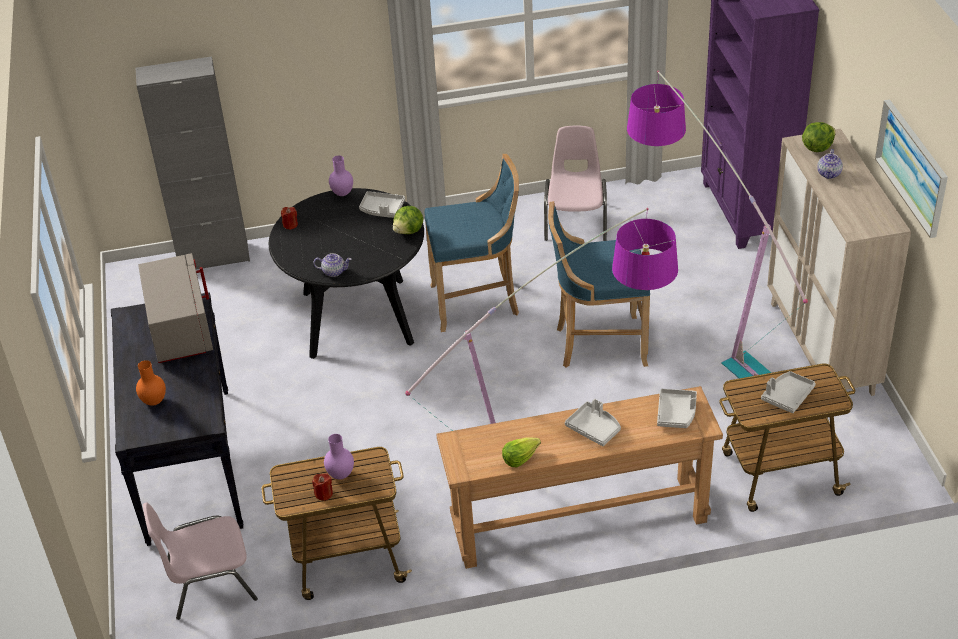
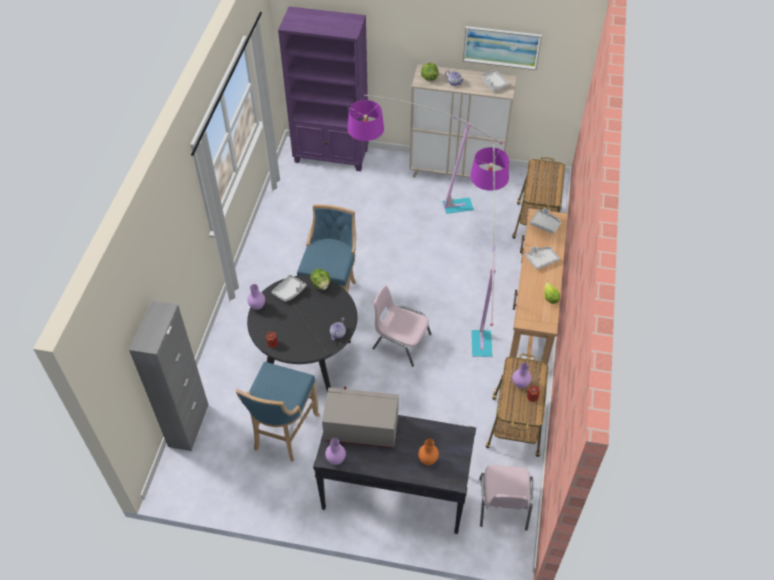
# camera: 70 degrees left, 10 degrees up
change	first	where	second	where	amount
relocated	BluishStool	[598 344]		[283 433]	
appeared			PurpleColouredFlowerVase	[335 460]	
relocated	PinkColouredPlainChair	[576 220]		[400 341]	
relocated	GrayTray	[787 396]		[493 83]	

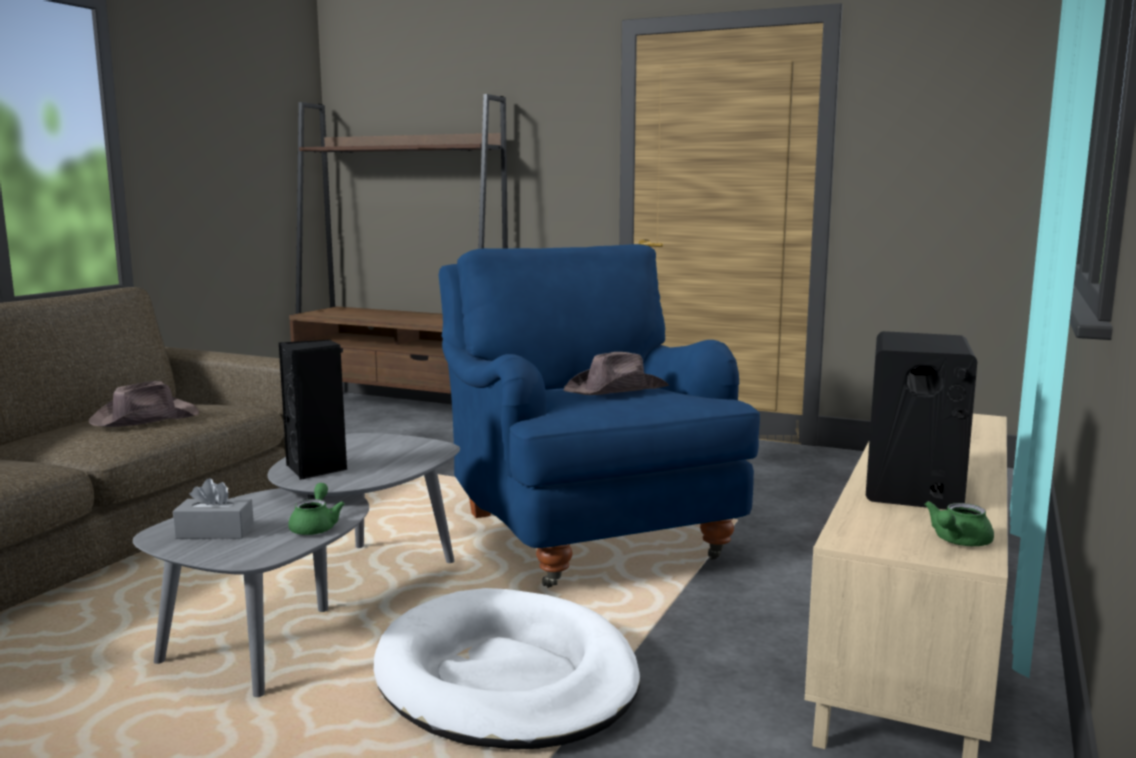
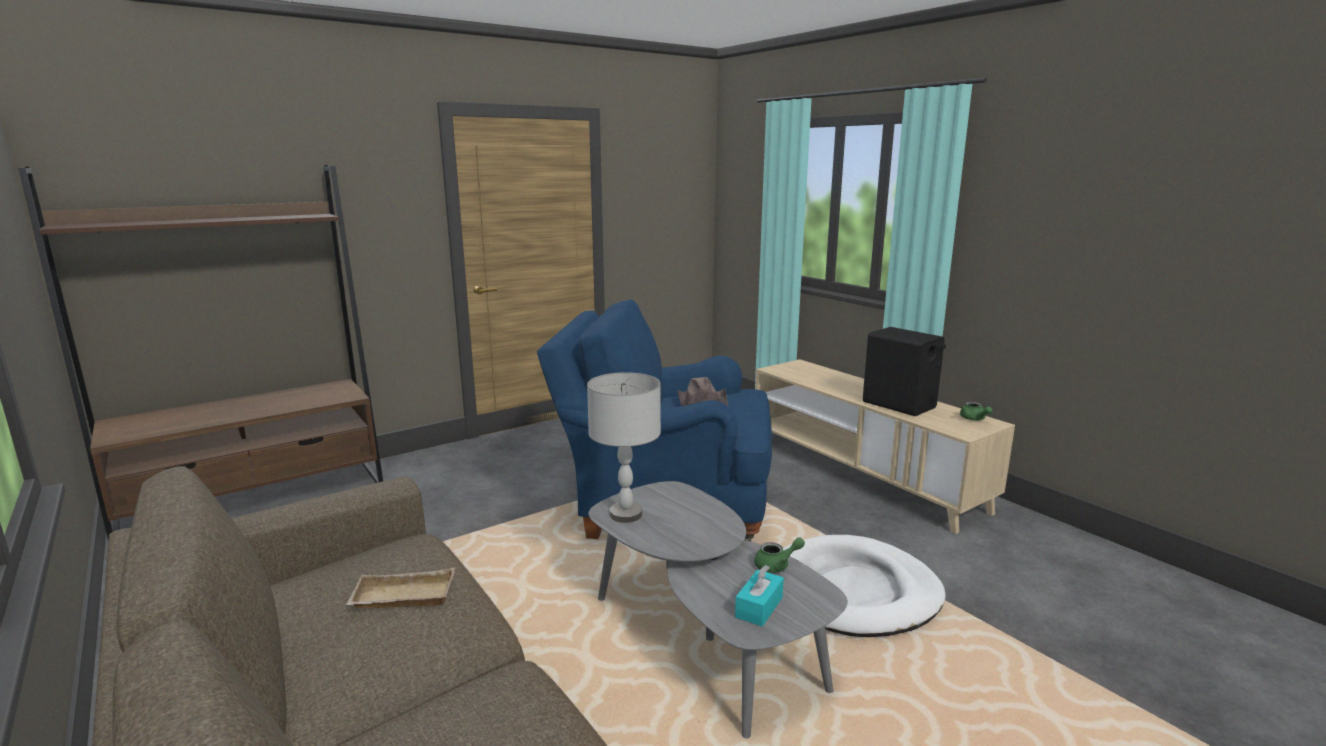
# camera: 60 degrees left, 5 degrees up
change	first	where	second	where	amount
exchanged	BrownColouredClothingHat	[143 418]	BeigeTray	[401 598]	
appeared			GrayTabletopLamp	[626 515]	
colour	GrayTissueBox	[215 532]	TurquoiseTissueBox	[759 607]	
spun	GreenTeaPot	[315 526]		[777 565]	135 degrees clockwise
missing	BlackColouredAudioSpeaker	[317 469]			

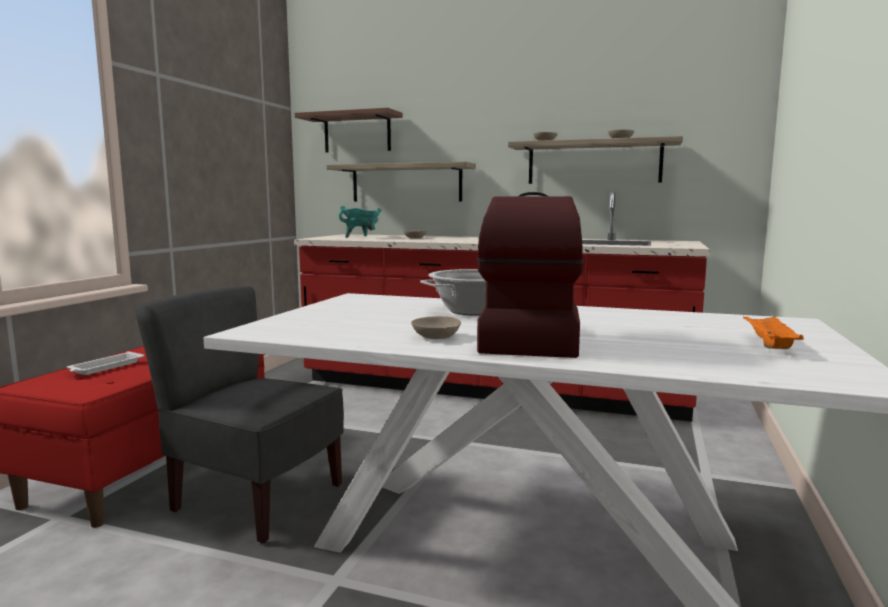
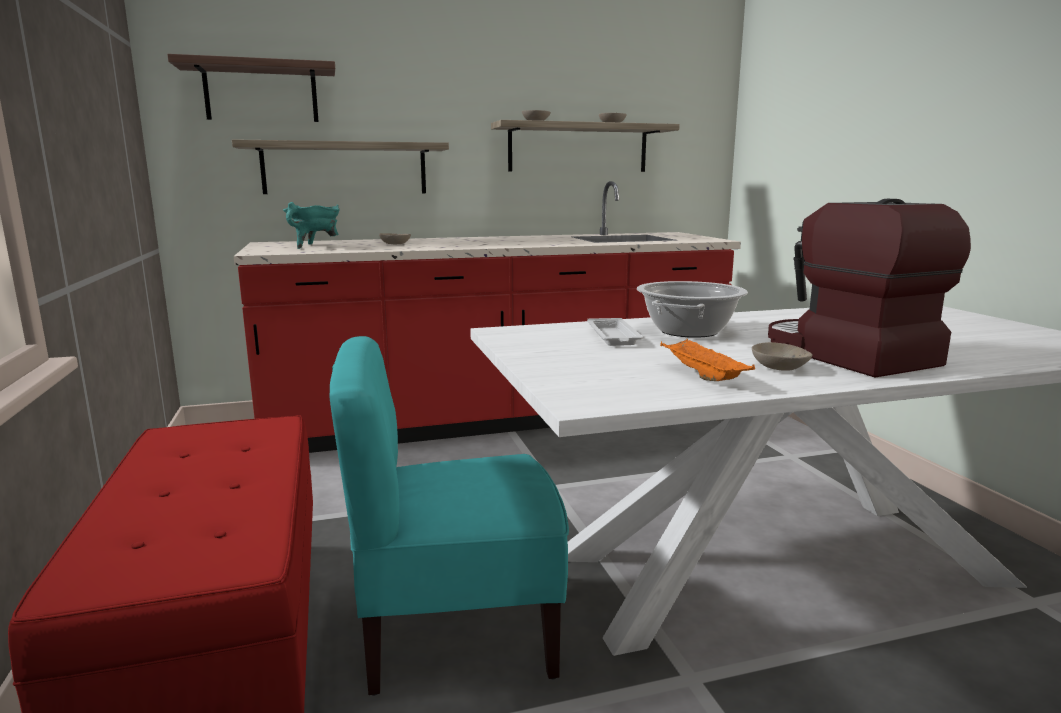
# camera: 35 degrees left, 5 degrees up
change	first	where	second	where	amount
colour	GrayPlainChair	[256 499]	TurquoisePlainChair	[456 632]	
relocated	WhiteTray	[105 367]		[613 337]	
relocated	OrangeColouredTray	[768 345]		[701 375]	

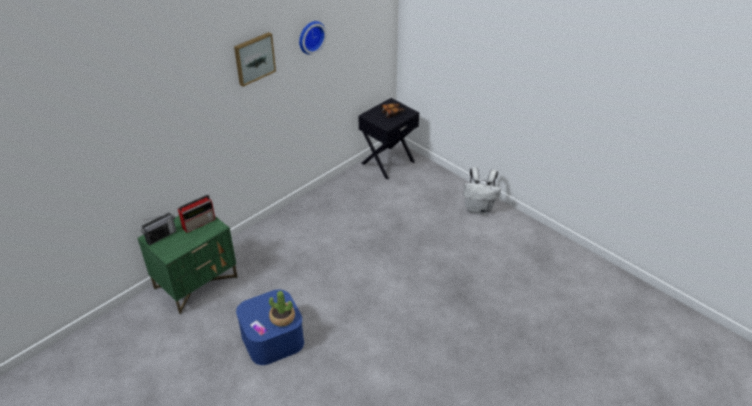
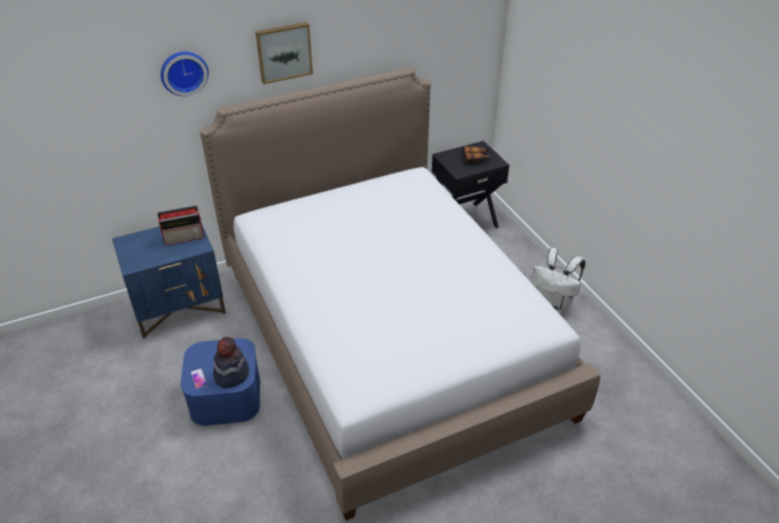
# camera: 20 degrees right, 0 degrees up
change	first	where	second	where	amount
colour	GreenBedsideTable	[196 282]	BluishBedsideTable	[179 307]	
relocated	WallClock	[310 36]		[183 72]	
appeared			SleepingBed	[389 340]	
exchanged	PottedPlant	[282 318]	ClothingHat	[231 374]	
missing	RadioSet	[161 236]			

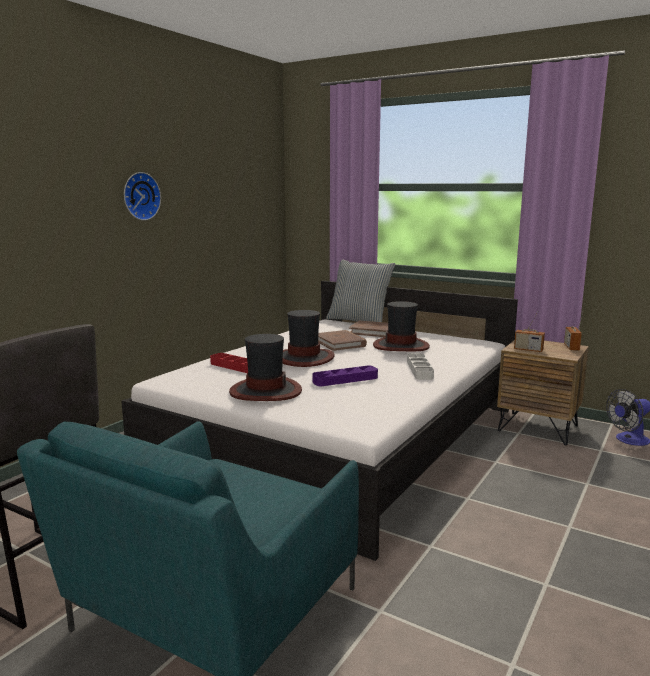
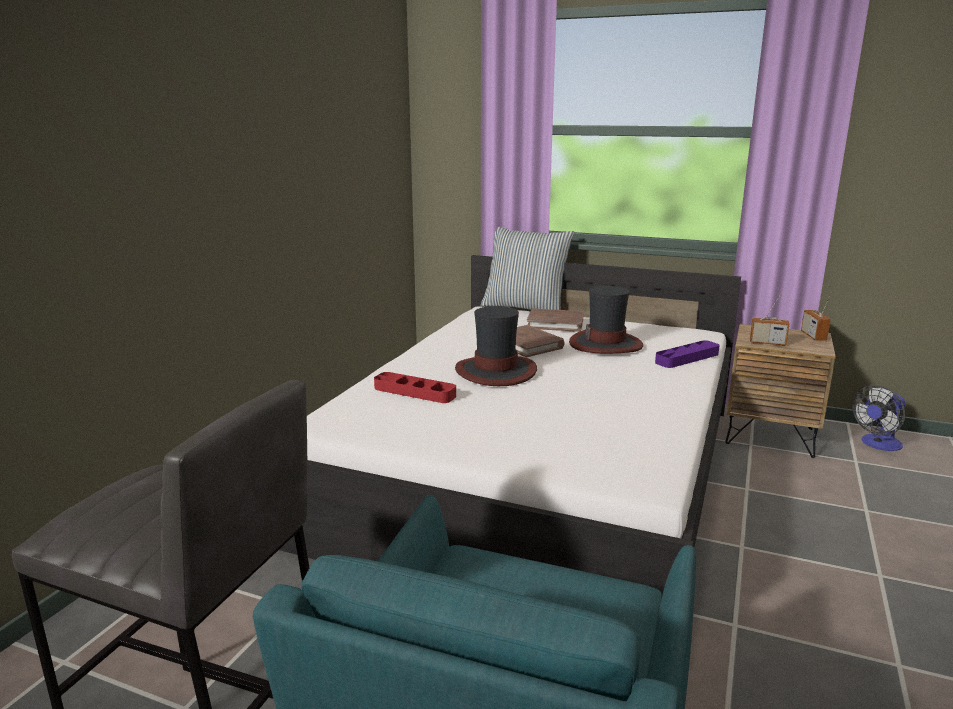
# camera: 10 degrees left, 5 degrees up
change	first	where	second	where	amount
relocated	PurpleColouredTray	[345 379]		[687 358]	
missing	WallClock	[140 196]			
missing	ClothingHat	[265 391]			
missing	WhiteTray	[419 369]			

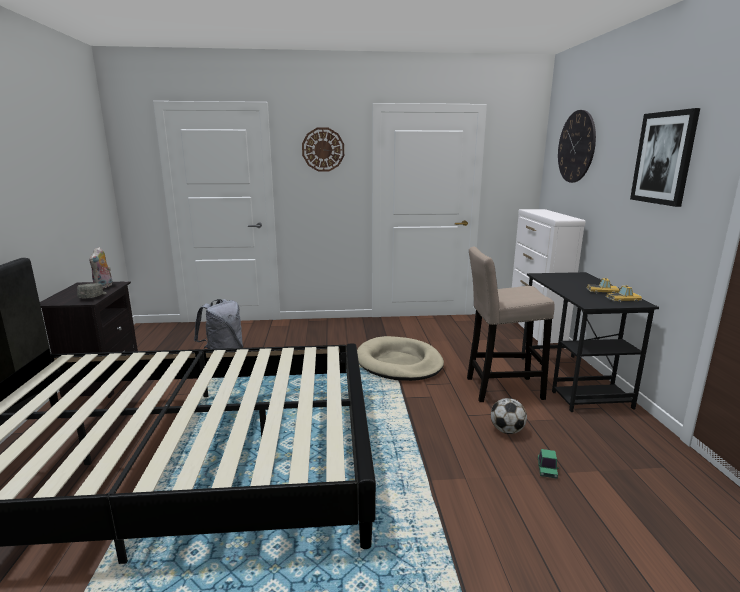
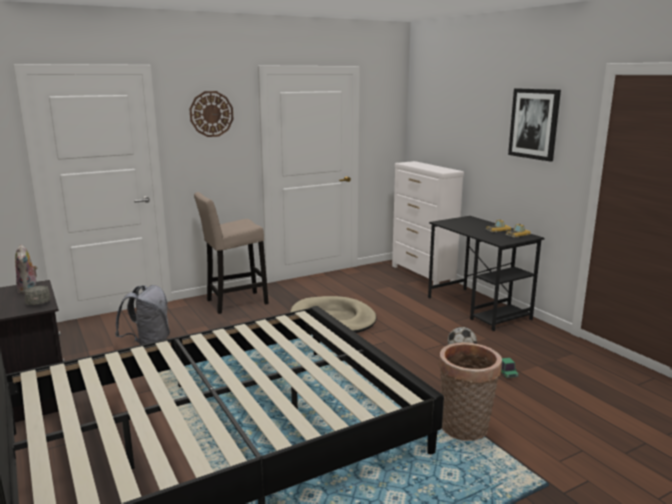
# camera: 25 degrees left, 0 degrees up
change	first	where	second	where	amount
relocated	BeigeStool	[499 389]		[234 303]	
appeared			StorageBasket	[464 430]	
missing	WallClock	[576 147]			

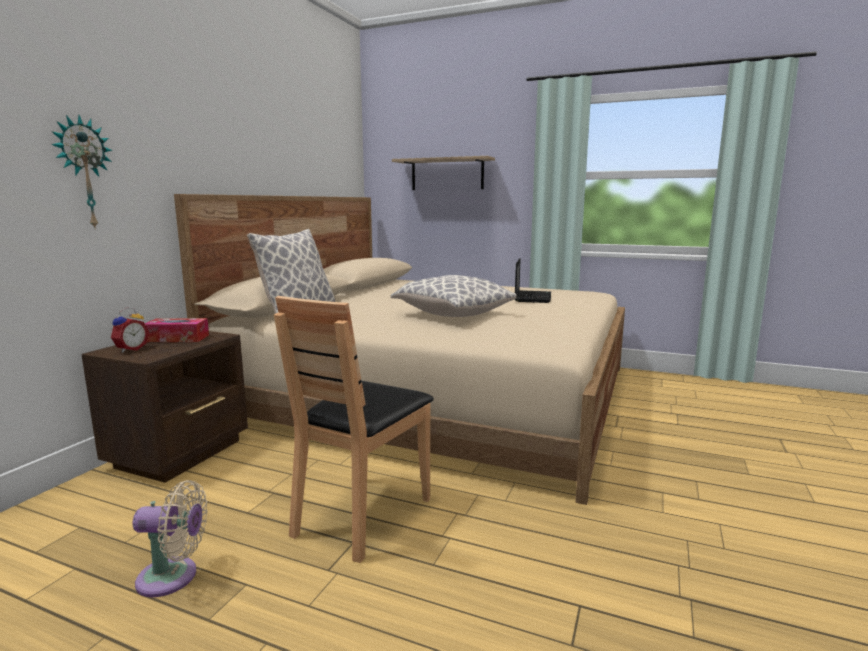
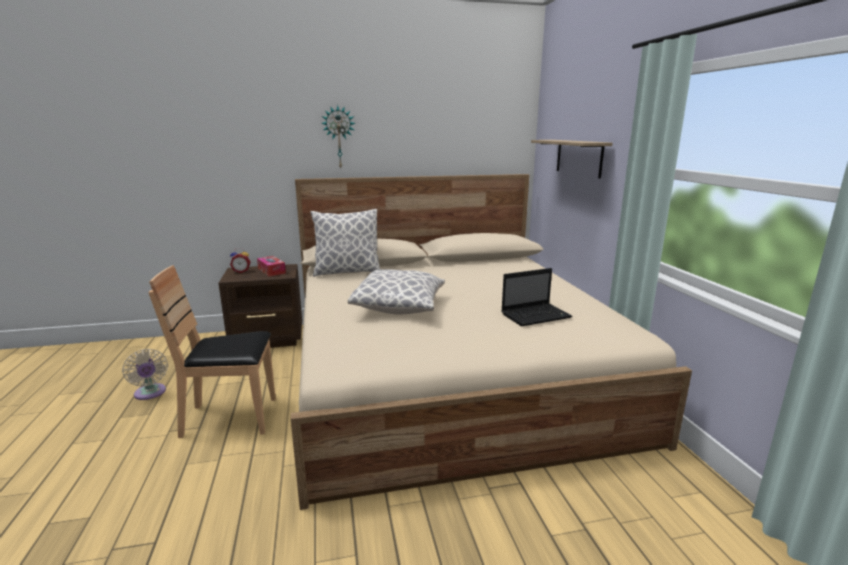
# camera: 55 degrees right, 5 degrees up
change	first	where	second	where	amount
relocated	WallClock	[83 173]		[339 137]	

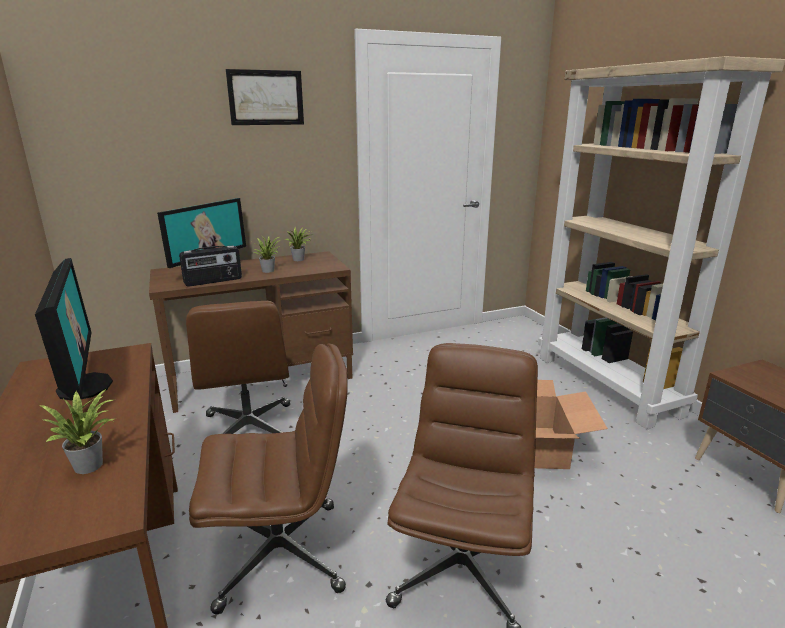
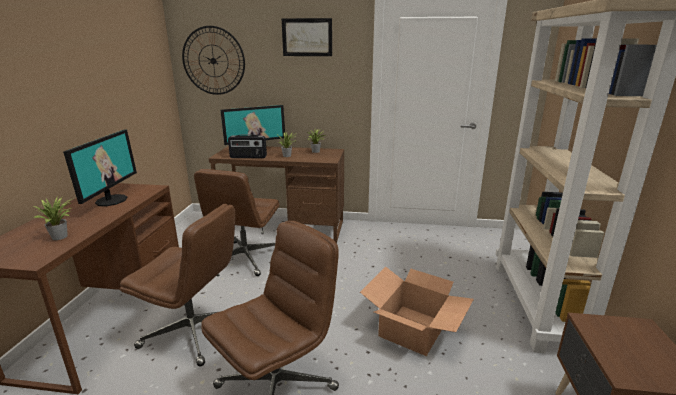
# camera: 30 degrees right, 0 degrees up
change	first	where	second	where	amount
appeared			WallClock	[213 61]	

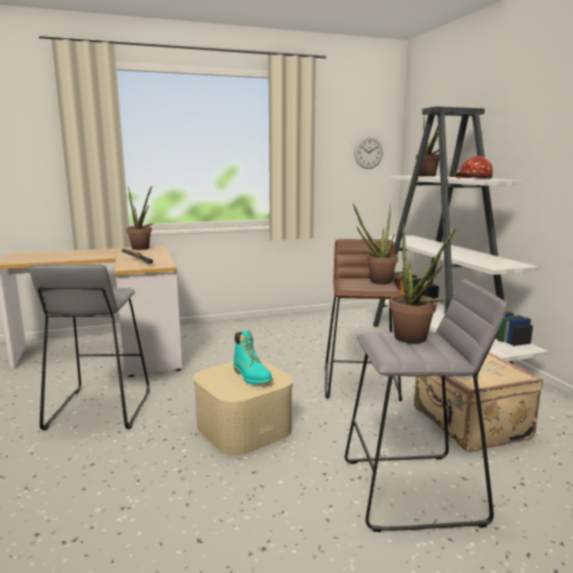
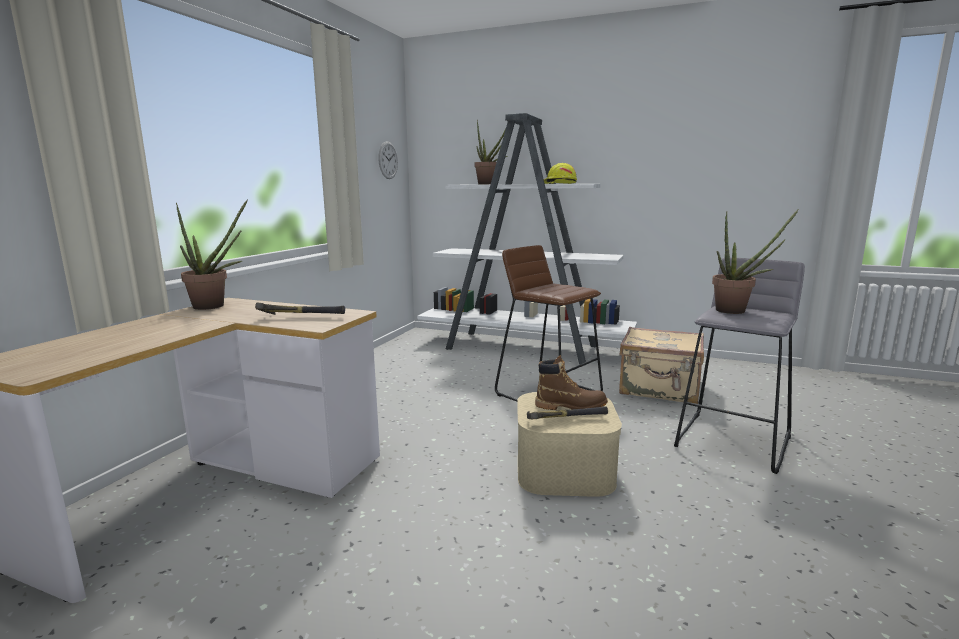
# camera: 50 degrees left, 0 degrees up
change	first	where	second	where	amount
appeared			Hammer	[562 420]	
colour	TurquoiseBoot	[252 377]	BrownColouredBoot	[571 406]	
colour	RedColouredSafetyHelmet	[472 178]	YellowishSafetyHelmet	[559 183]	
missing	GrayStool	[99 409]			
missing	PottedPlant	[376 282]			

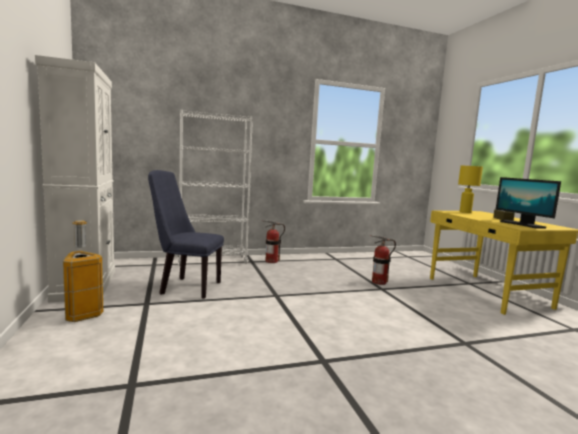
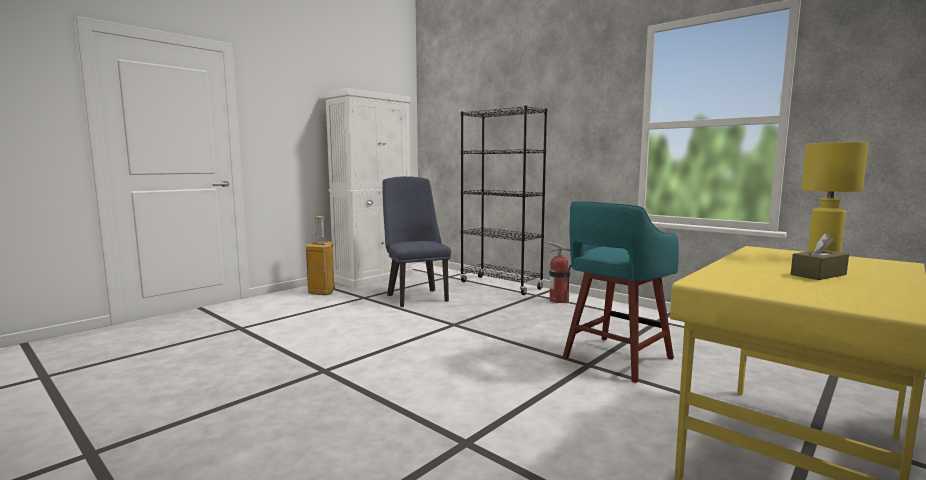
# camera: 60 degrees right, 0 degrees up
change	first	where	second	where	amount
colour	WhiteShelvingUnit	[212 261]	BlackColouredShelvingUnit	[500 285]	
exchanged	FireExtinguisher	[379 282]	TurquoiseStool	[615 359]	
missing	ComputerDisplay	[522 224]			

